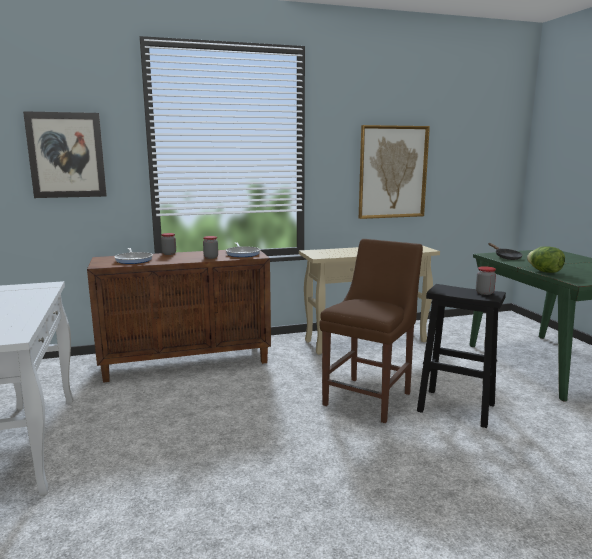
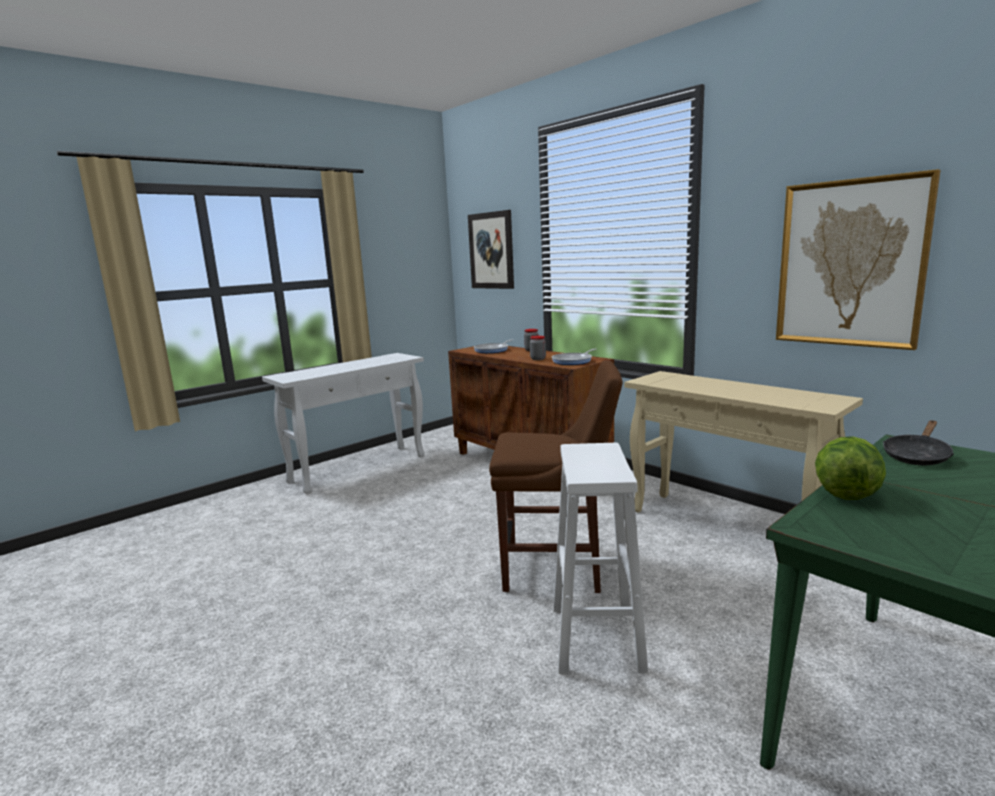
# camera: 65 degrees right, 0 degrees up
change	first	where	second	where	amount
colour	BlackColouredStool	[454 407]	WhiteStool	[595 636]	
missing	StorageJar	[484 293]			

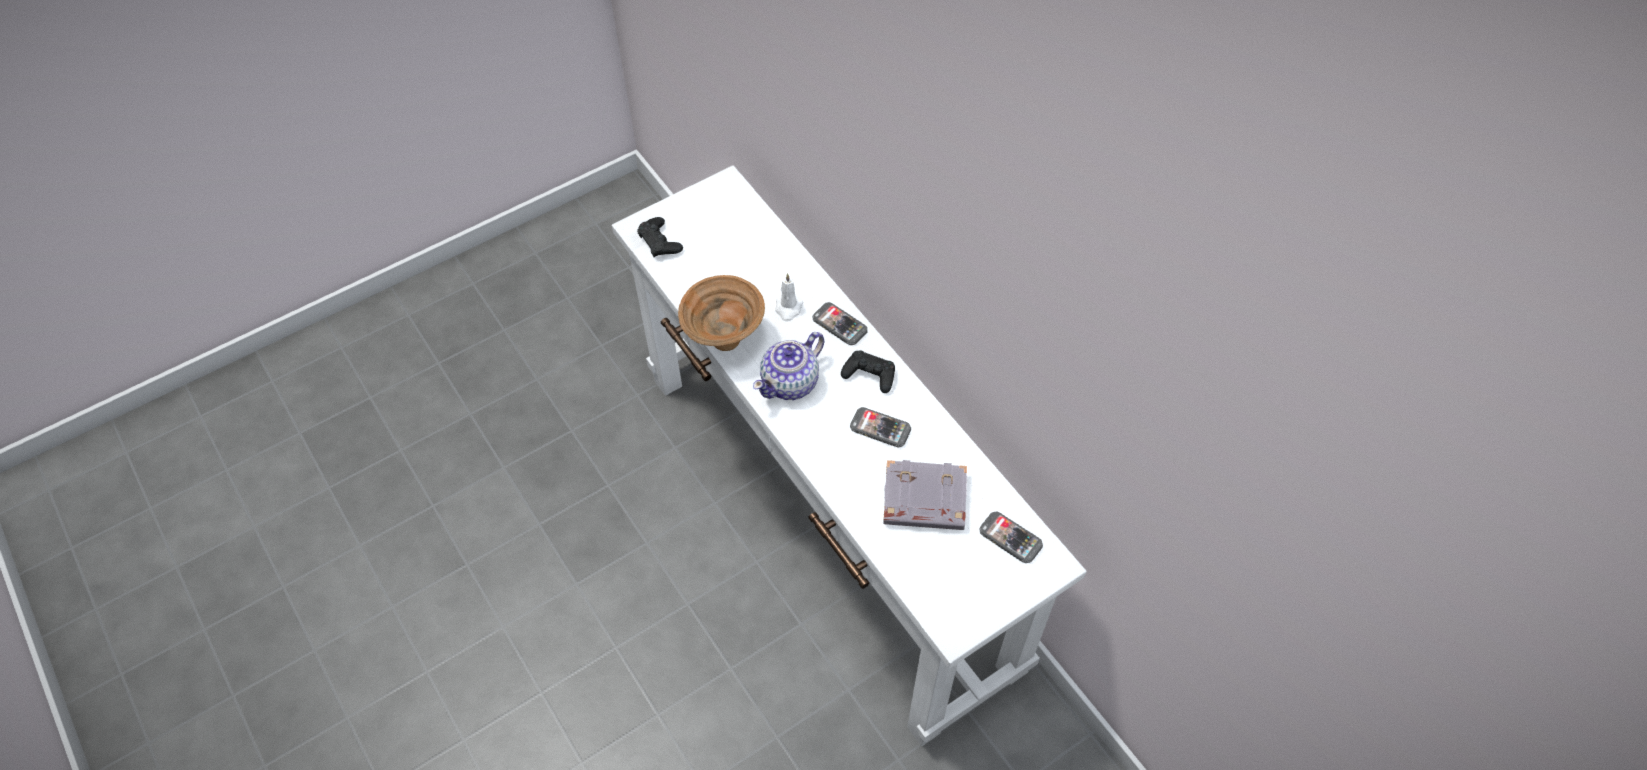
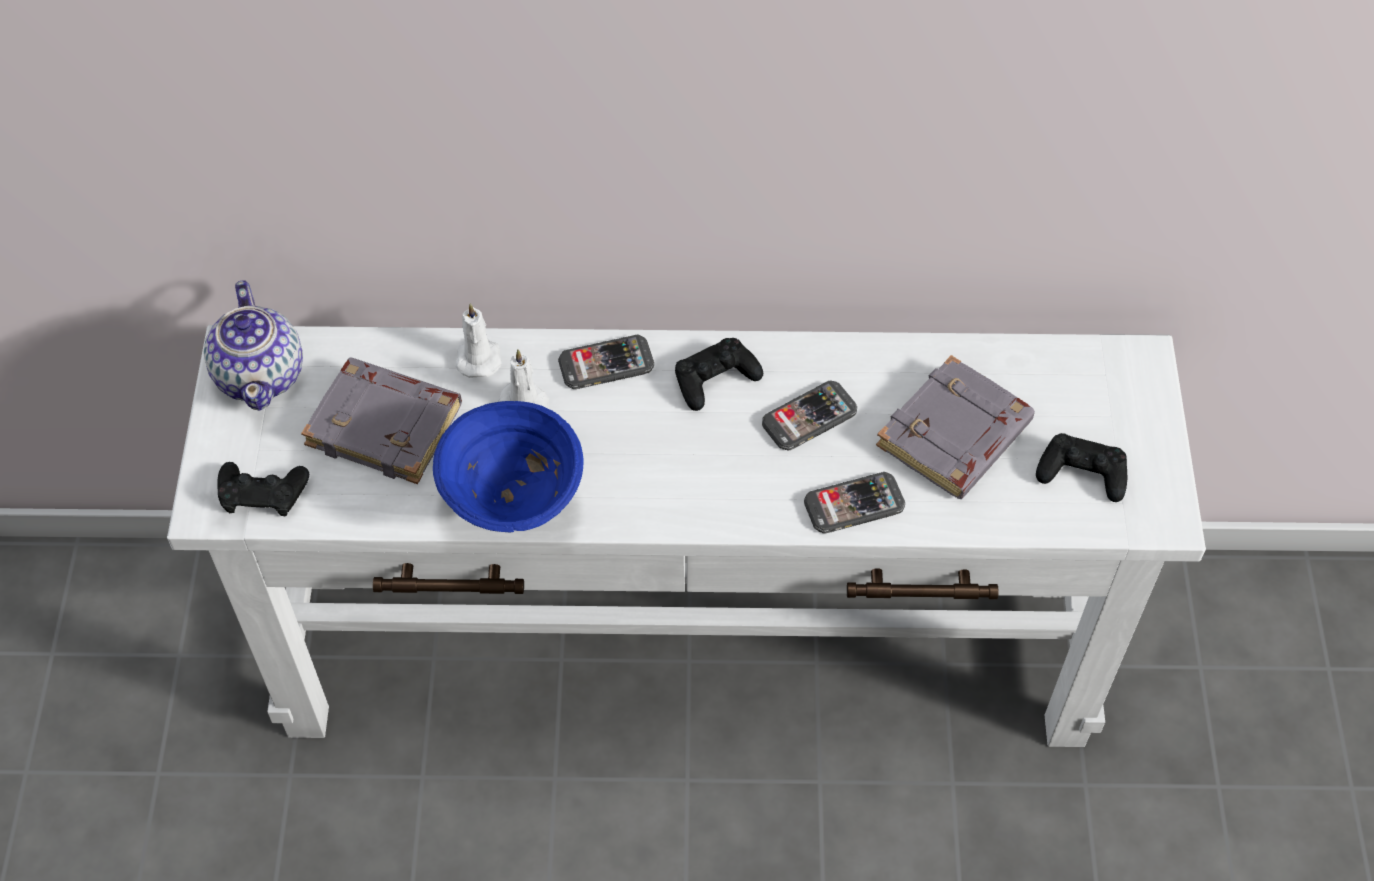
# camera: 55 degrees left, 0 degrees up
change	first	where	second	where	amount
relocated	TeaPot	[791 382]		[261 374]	
appeared			GrayVolume	[387 425]	
colour	BrownColouredDeepDish	[725 341]	BluishDeepDish	[517 513]	
appeared			WhiteCandle	[478 357]	
relocated	Handset	[1010 538]		[854 504]	
appeared			BlackColouredGameController	[1082 473]	

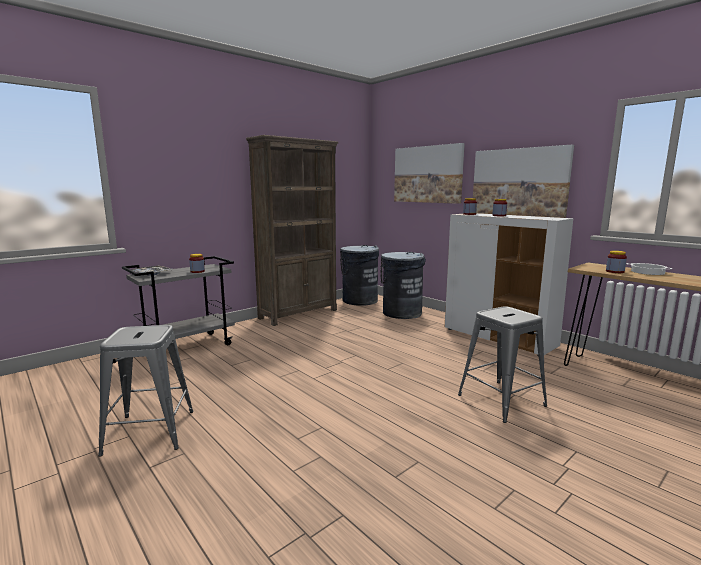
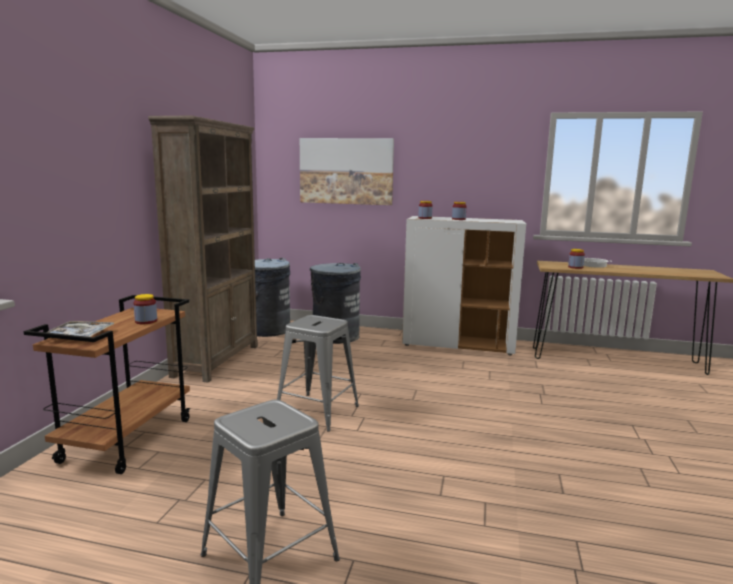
# camera: 35 degrees left, 0 degrees up
change	first	where	second	where	amount
colour	GrayTrolley	[188 347]	BrownColouredTrolley	[127 439]	
relocated	GrayStool	[501 401]		[317 412]	
missing	WallPicture	[519 182]			

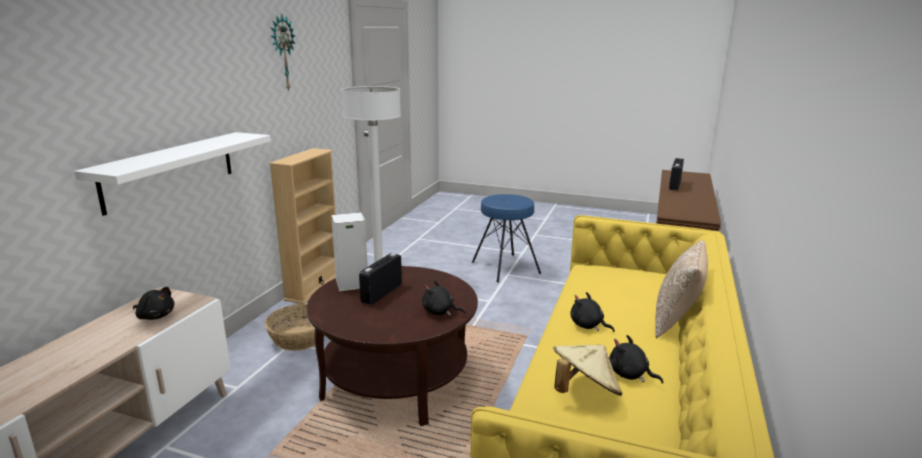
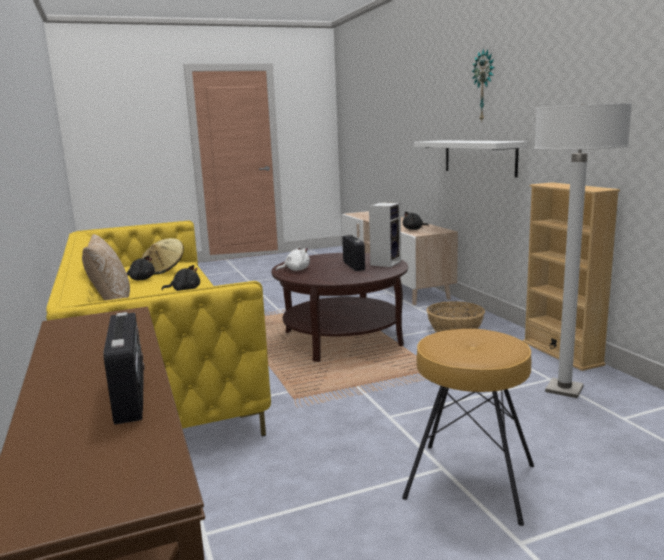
# camera: 140 degrees right, 5 degrees down
change	first	where	second	where	amount
colour	BlackColouredSoftToy	[440 312]	WhiteSoftToy	[295 270]	
colour	BluishStool	[505 268]	BrownColouredStool	[470 480]	
relocated	WallClock	[282 53]		[485 85]	

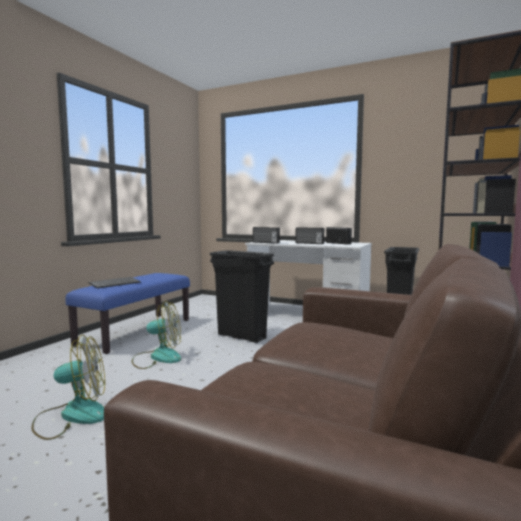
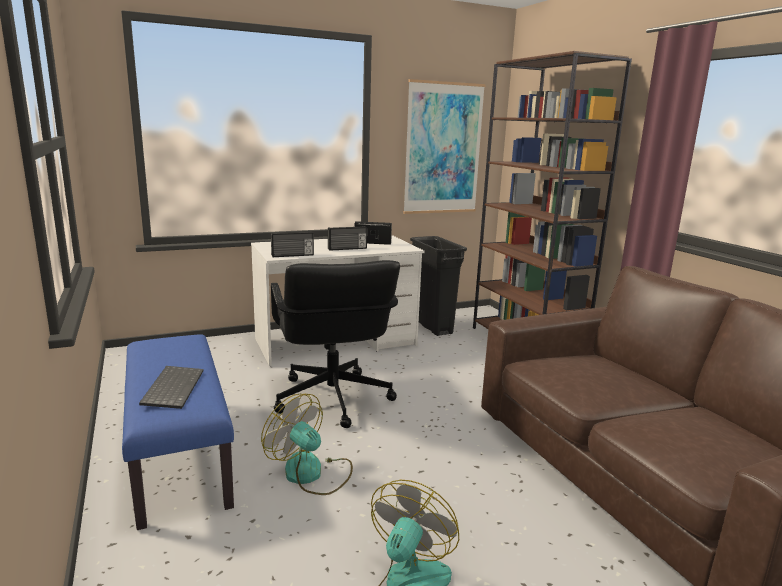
# camera: 50 degrees left, 10 degrees up
change	first	where	second	where	amount
spun	Fan	[158 357]		[311 474]	90 degrees counterclockwise
exchanged	BlackColouredTrashCan	[241 336]	BlackColouredDeskChair	[332 399]	
appeared			WallPicture	[443 149]	

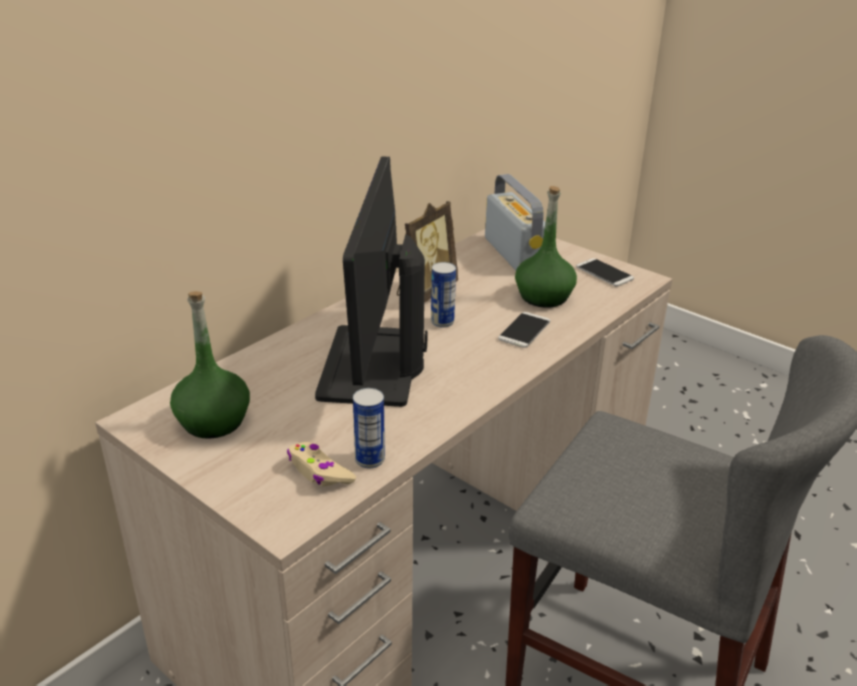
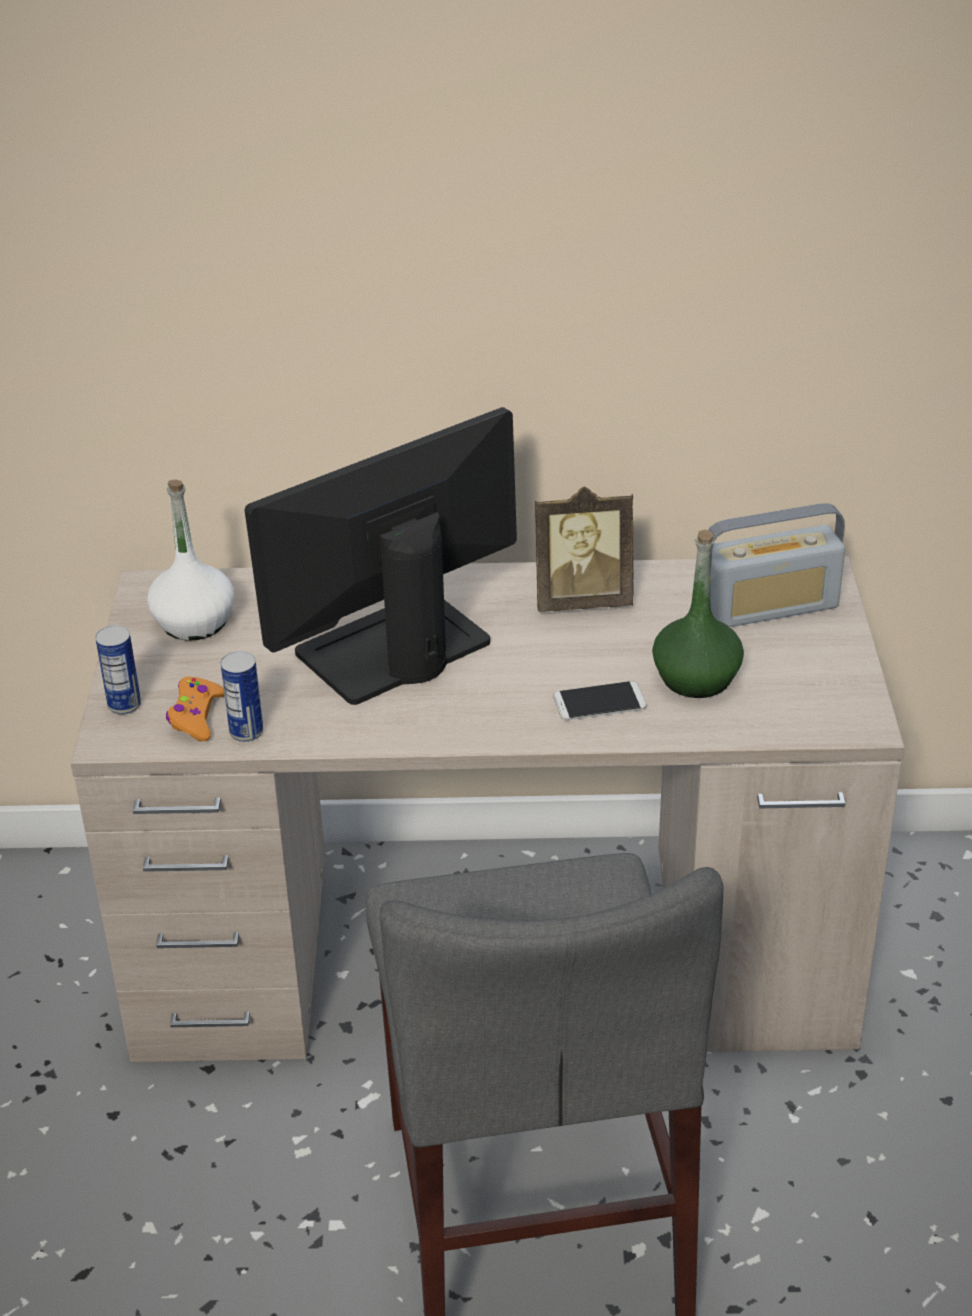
# camera: 50 degrees right, 5 degrees up
change	first	where	second	where	amount
relocated	SealedCan	[442 322]		[124 705]	
colour	GreenBottle	[213 421]	WhiteBottle	[194 622]	
colour	BeigeGameController	[319 472]	OrangeColouredGameController	[196 716]	
spun	RadioSet	[513 254]		[768 608]	45 degrees clockwise
missing	Handset	[604 273]			

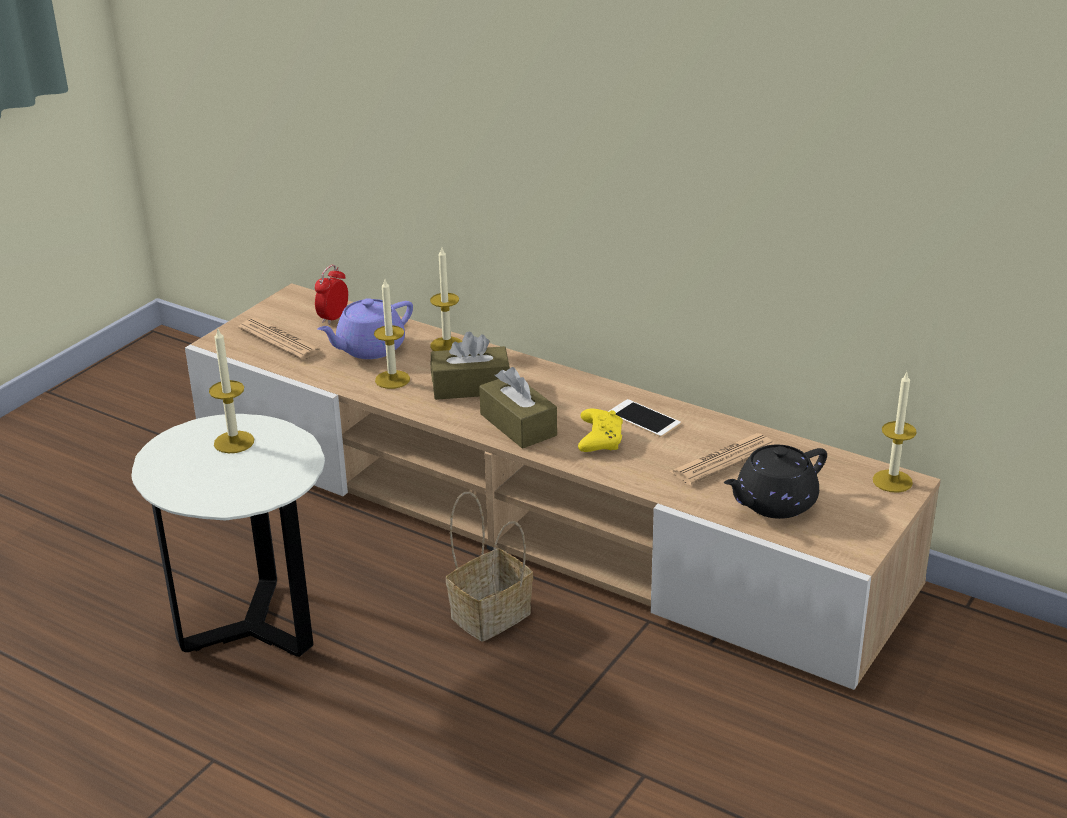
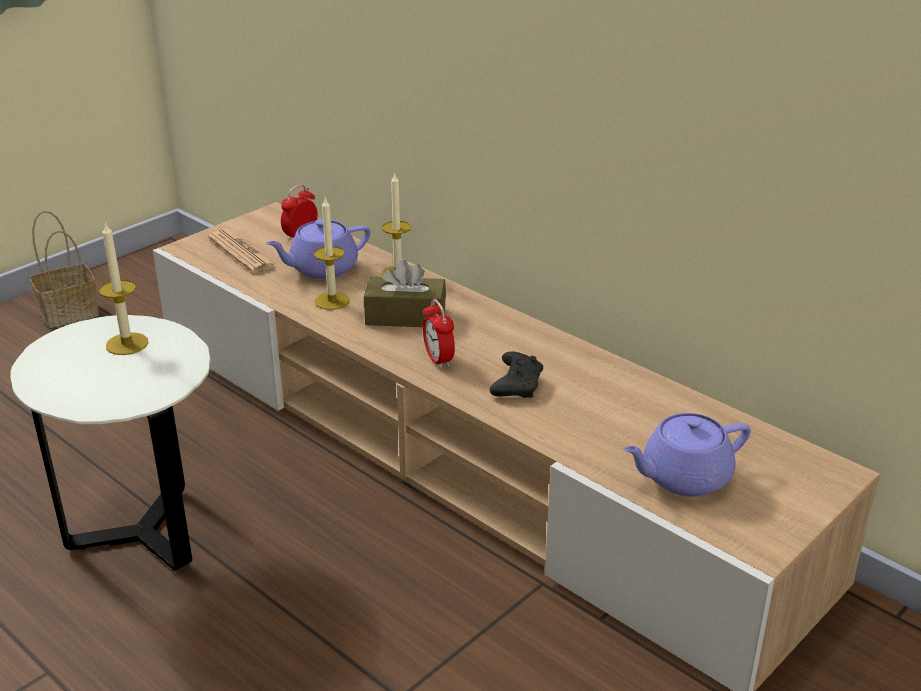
# camera: 10 degrees right, 0 degrees up
change	first	where	second	where	amount
relocated	StorageBasket	[491 613]		[70 312]	
exchanged	BrownColouredTissueBox	[518 425]	BedsideClock	[438 360]	
colour	YellowishGameController	[599 439]	BlackColouredGameController	[517 384]	
colour	BlackColouredTeaPot	[774 503]	PurpleColouredTeaPot	[683 477]	
missing	Handset	[643 419]			
missing	PrintedPaper	[722 460]			
missing	Candle	[892 481]			

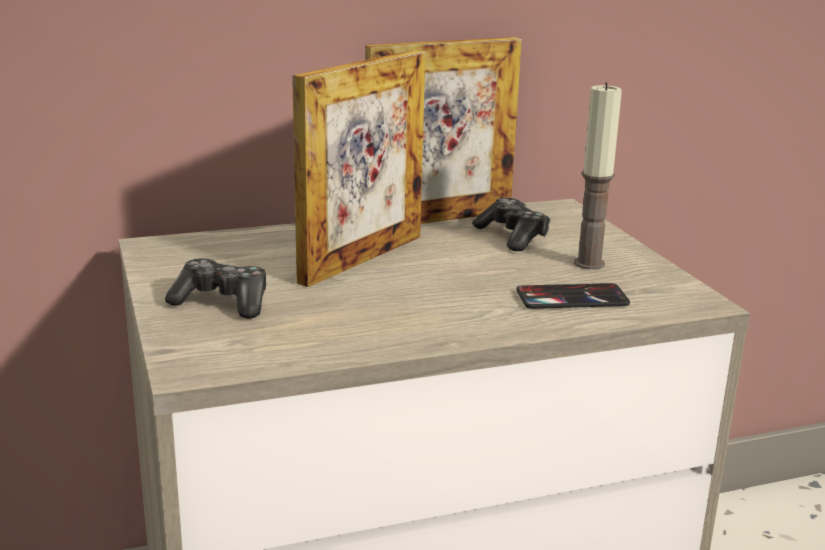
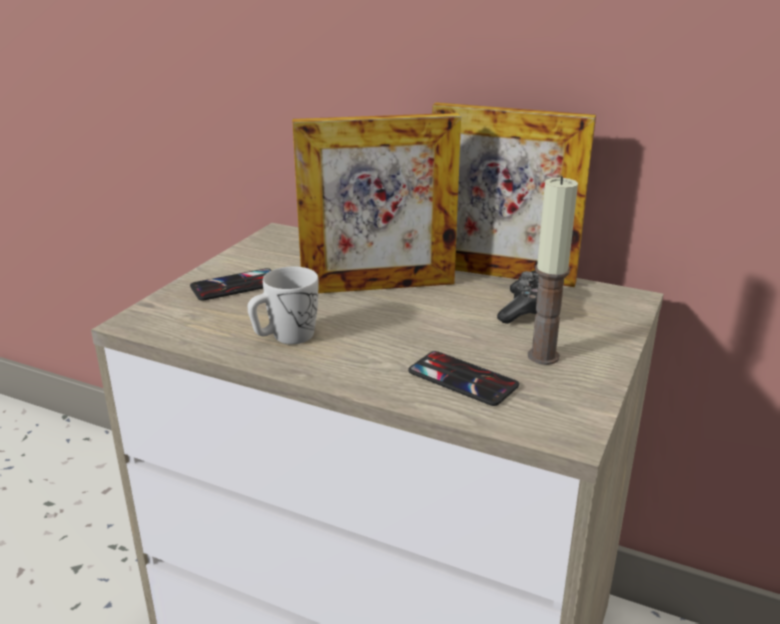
# camera: 45 degrees right, 5 degrees up
change	first	where	second	where	amount
exchanged	GameController	[222 302]	Handset	[236 285]	
appeared			WhiteTeaMug	[285 337]	

